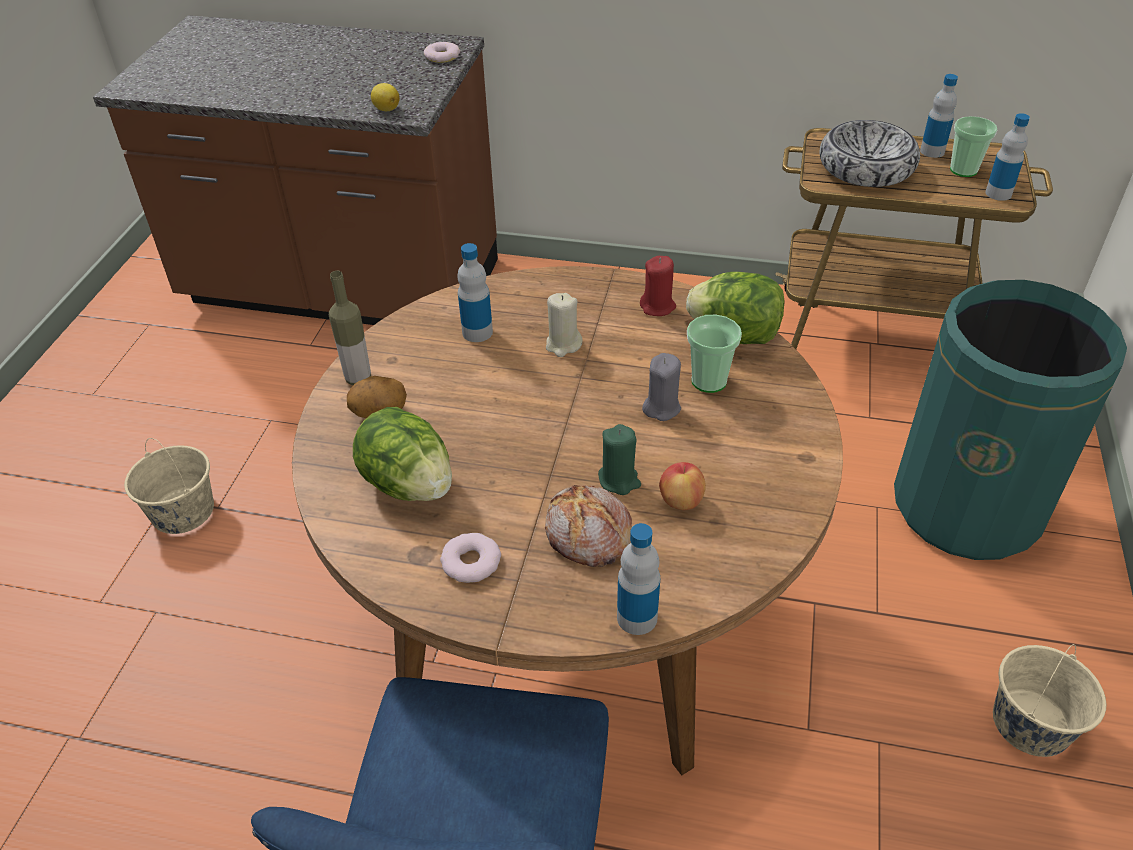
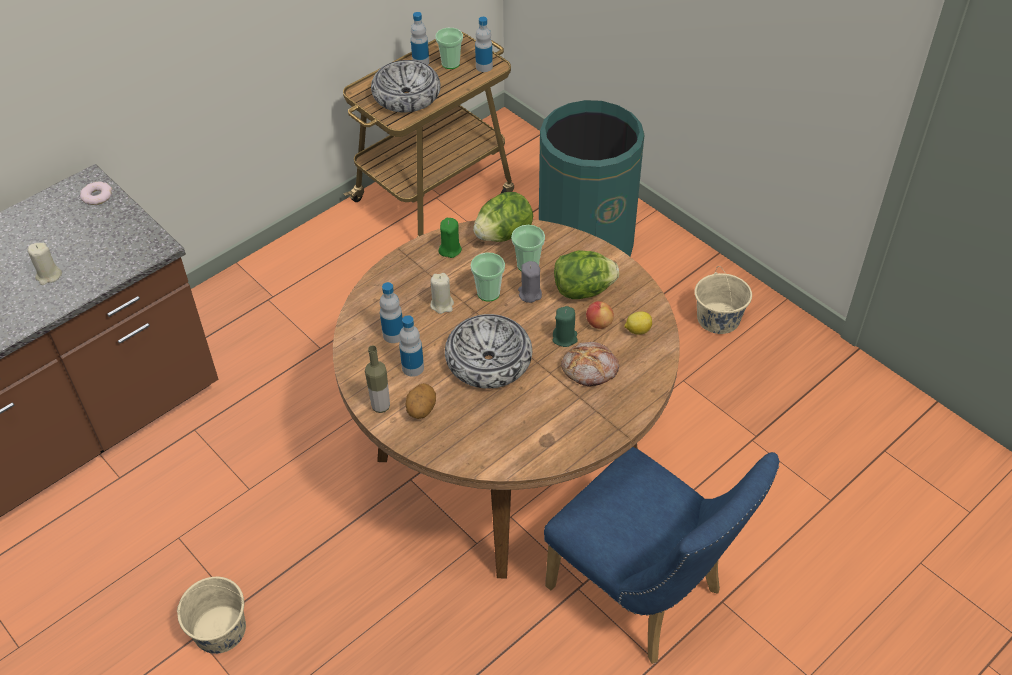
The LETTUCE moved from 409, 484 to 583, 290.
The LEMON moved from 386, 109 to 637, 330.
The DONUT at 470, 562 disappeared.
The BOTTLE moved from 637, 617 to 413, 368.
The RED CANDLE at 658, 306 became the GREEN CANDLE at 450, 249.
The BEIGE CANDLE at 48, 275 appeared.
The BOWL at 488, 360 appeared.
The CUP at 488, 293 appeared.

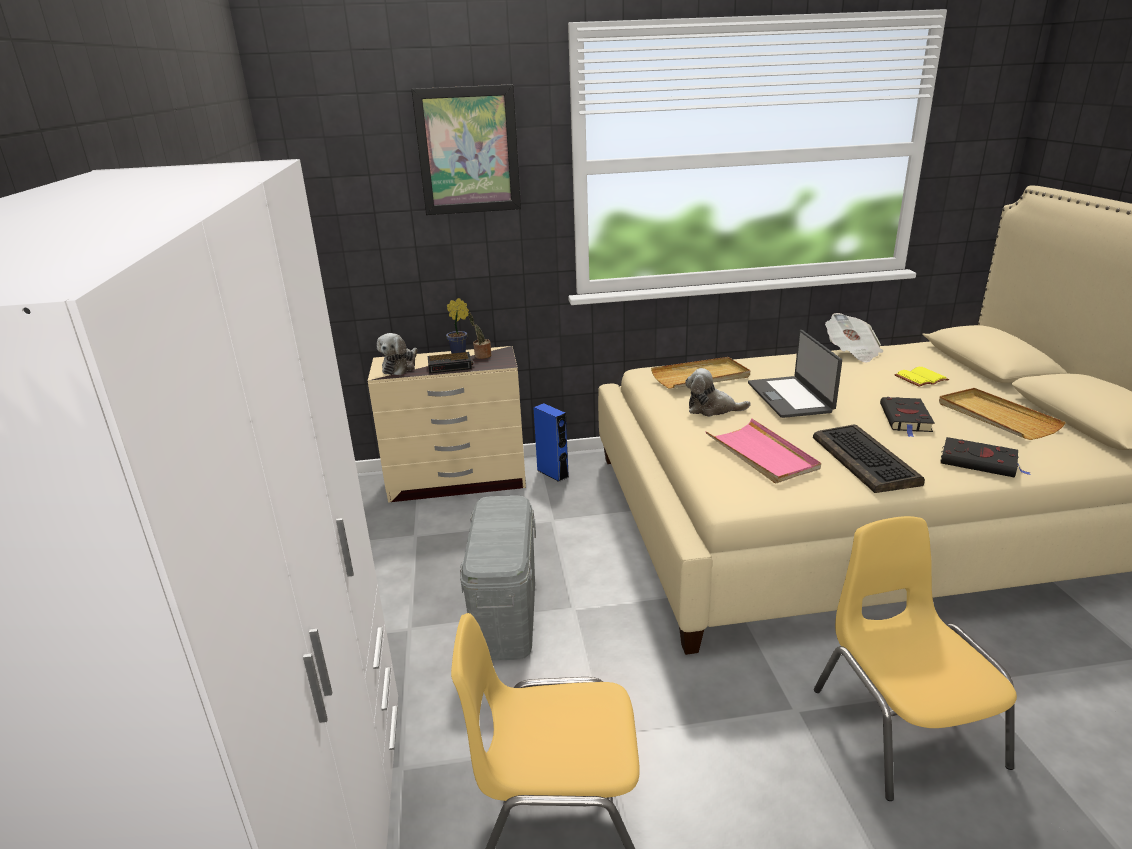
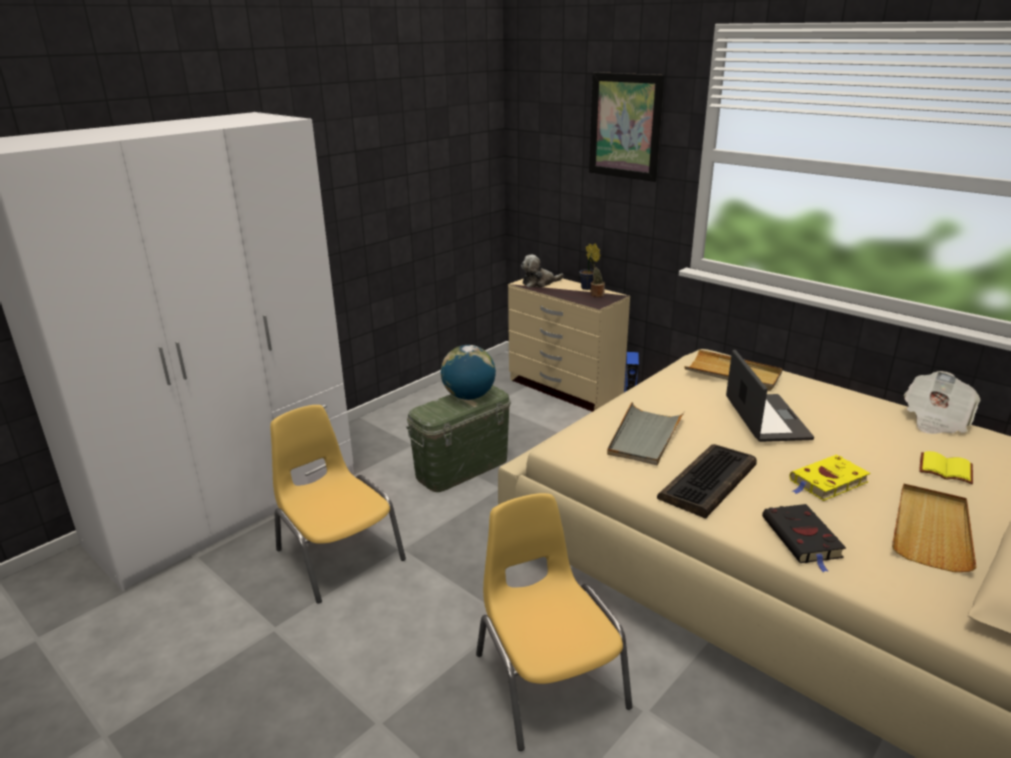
The ALARM CLOCK at 451, 366 disappeared.
The GREY STORAGE BOX at 505, 615 became the GREEN STORAGE BOX at 462, 468.
The PLUSH TOY at 712, 409 disappeared.
The PINK TRAY at 761, 454 became the GREY TRAY at 644, 437.
The LAPTOP at 790, 397 turned 135 degrees clockwise.
The YELLOW CHAIR at 903, 725 turned 60 degrees counterclockwise.
The BLACK BOOK at 906, 419 became the YELLOW BOOK at 827, 482.
The GLOBE at 469, 396 appeared.

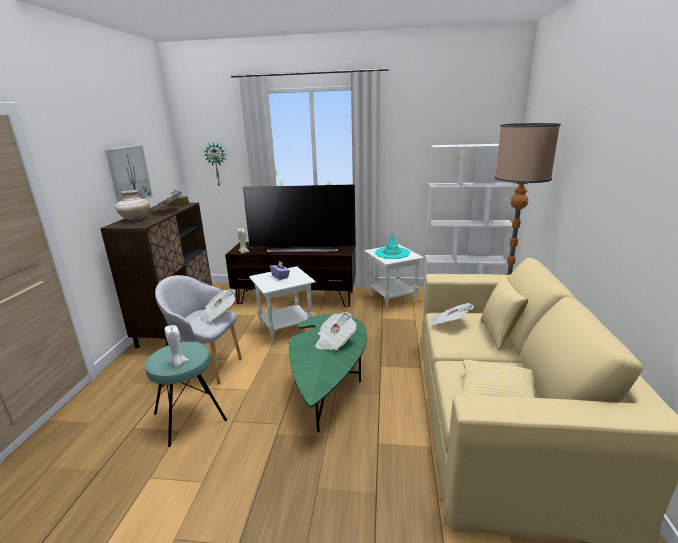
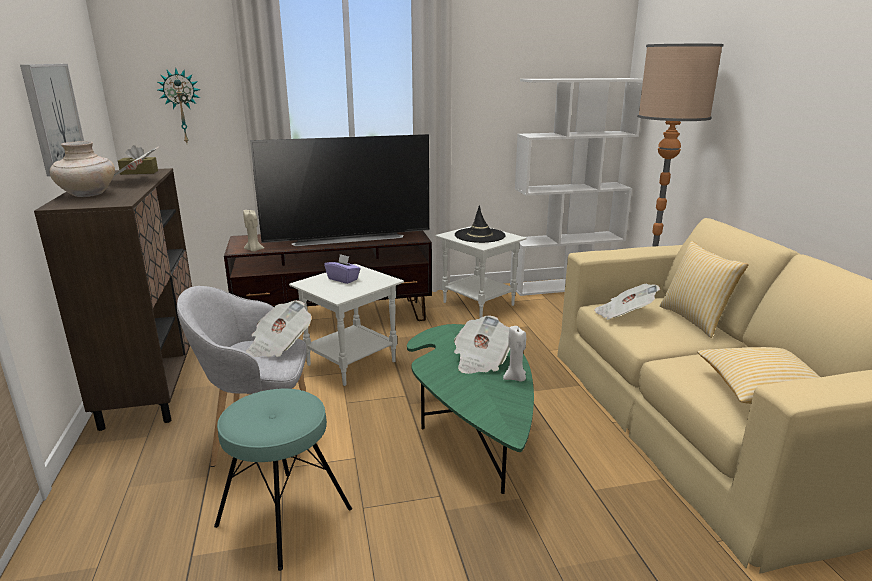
The WHITE CANDLE moved from 178, 363 to 515, 378.
The TURQUOISE HAT at 392, 253 became the BLACK HAT at 479, 235.

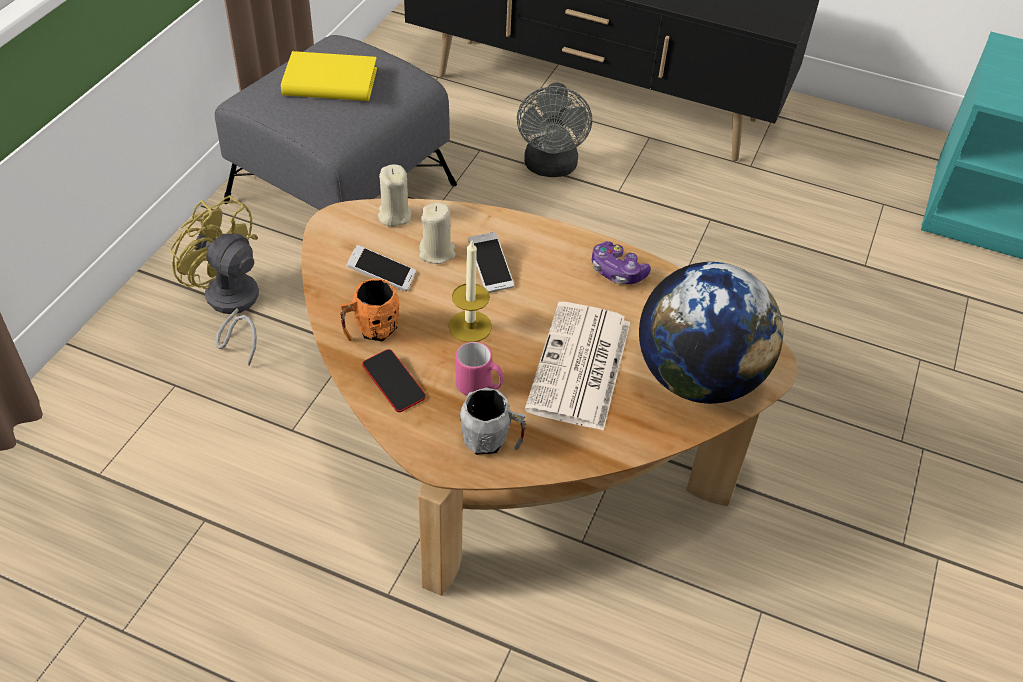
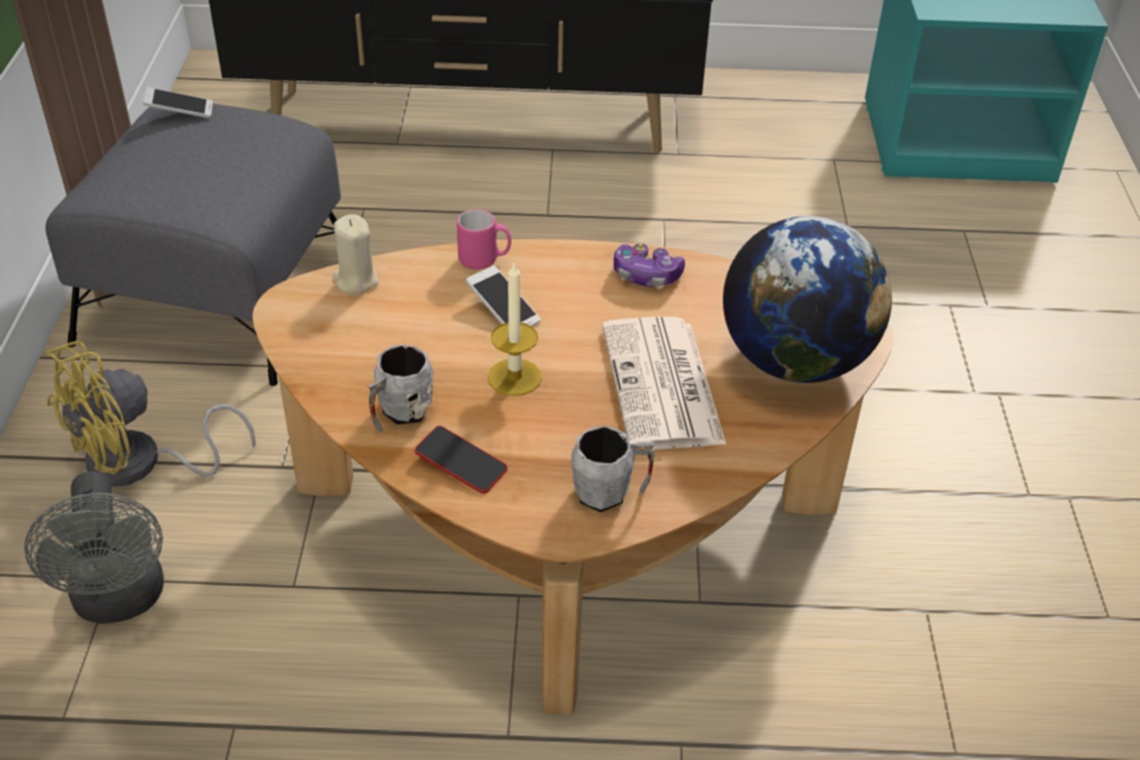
The YELLOW FAN at 231, 306 turned 60 degrees counterclockwise.
The YELLOW BOOK at 330, 82 disappeared.
The ORANGE MUG at 370, 330 became the GREY MUG at 399, 414.
The PHONE moved from 382, 275 to 180, 112.
The BEIGE CANDLE at 437, 252 disappeared.
The PINK MUG moved from 479, 387 to 484, 260.
The GREY FAN moved from 550, 168 to 120, 601.

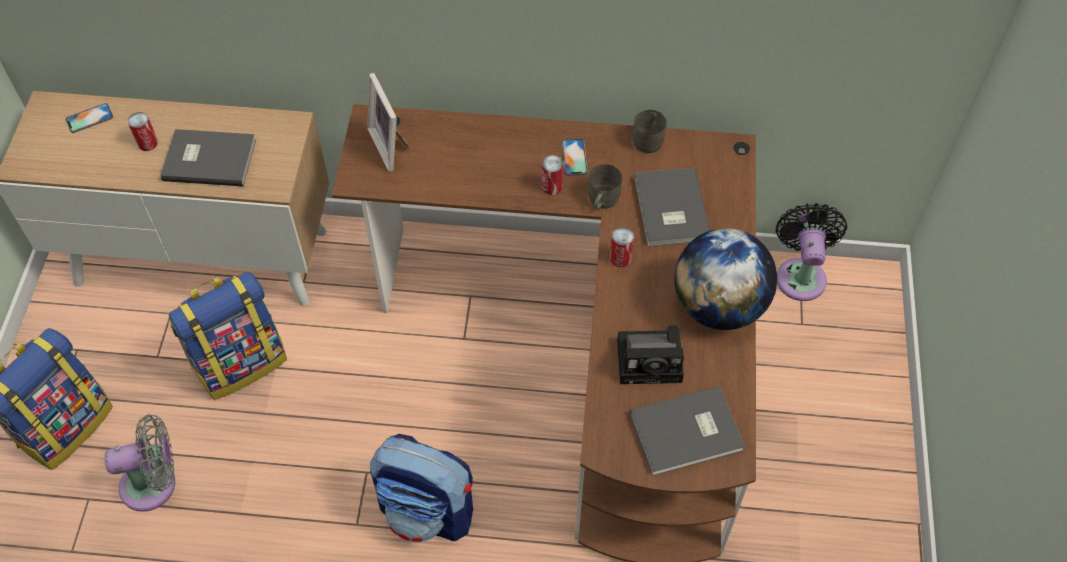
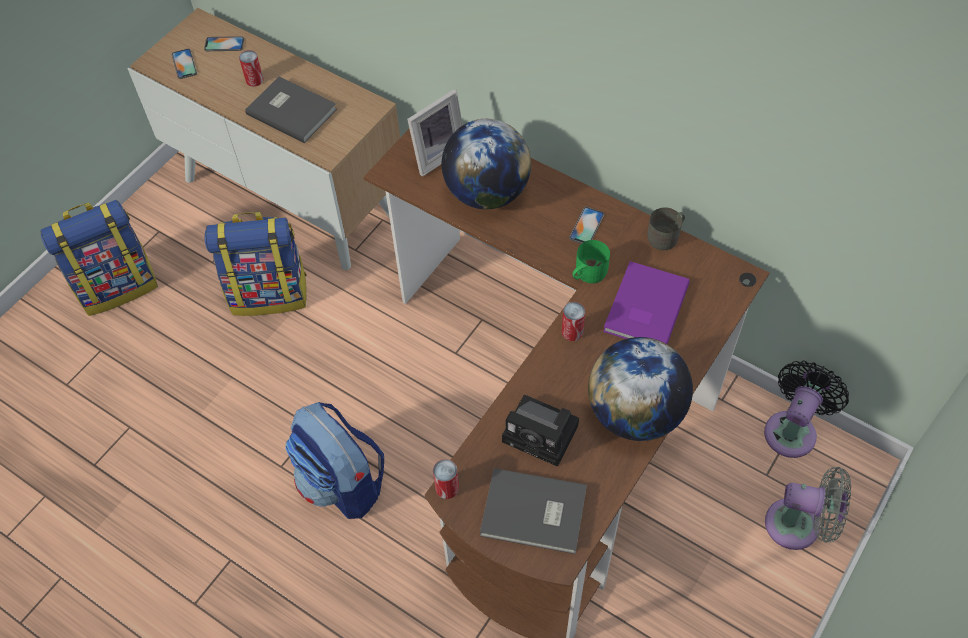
The GREY FAN moved from 154, 484 to 798, 526.
The PICTURE FRAME at 391, 145 turned 135 degrees counterclockwise.
The CAN moved from 552, 186 to 447, 488.
The GREY MUG at 601, 200 became the GREEN MUG at 587, 273.
The GREY BOOK at 669, 210 became the PURPLE BOOK at 643, 308.
The PHONE at 184, 64 appeared.
The GLOBE at 487, 193 appeared.

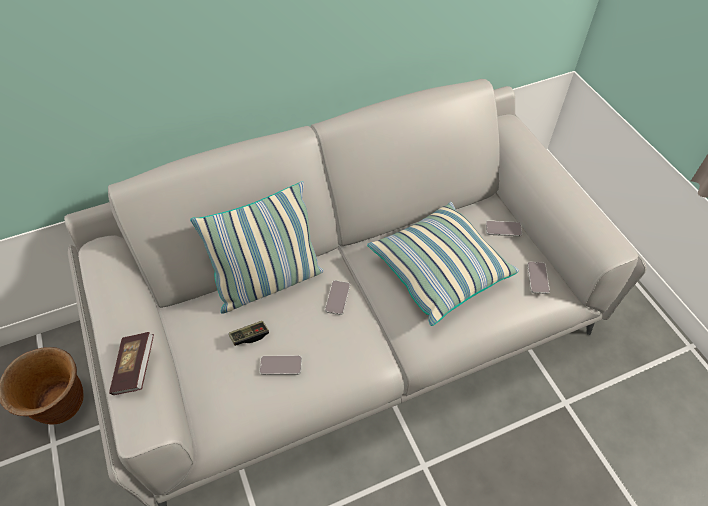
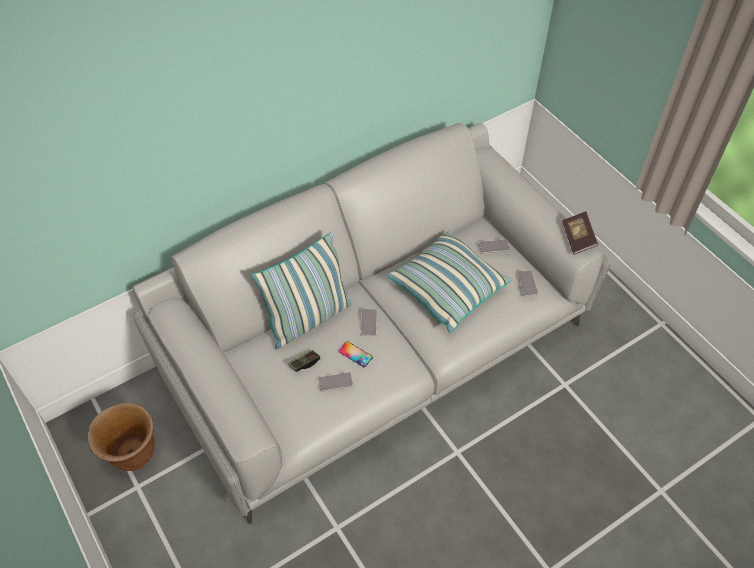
The BOOK moved from 135, 369 to 578, 238.
The PHONE at 355, 354 appeared.

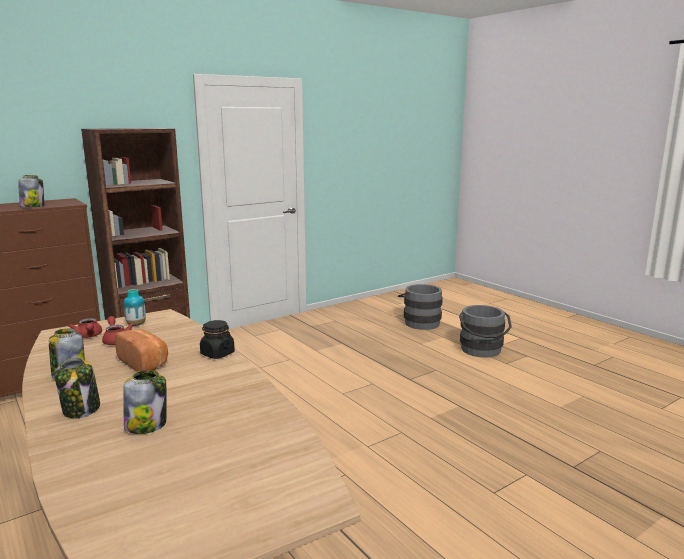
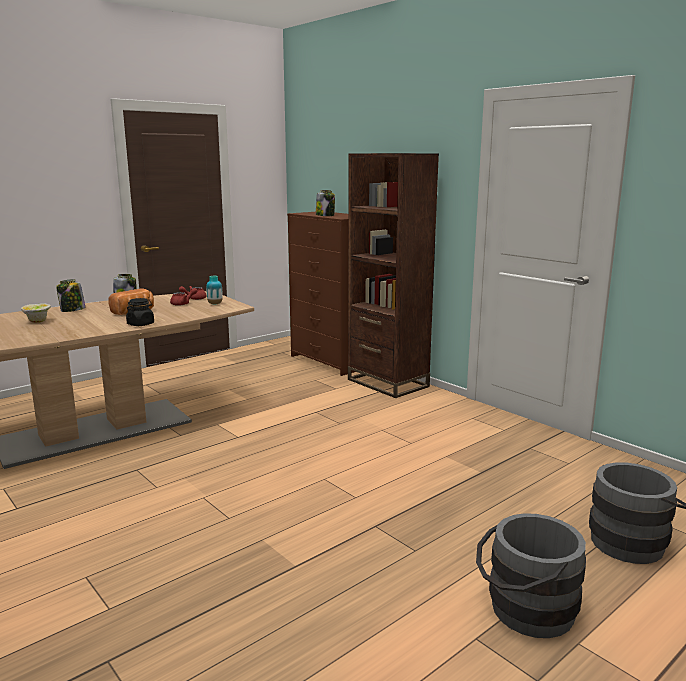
The JAR at 147, 424 was replaced by the BOWL at 38, 321.

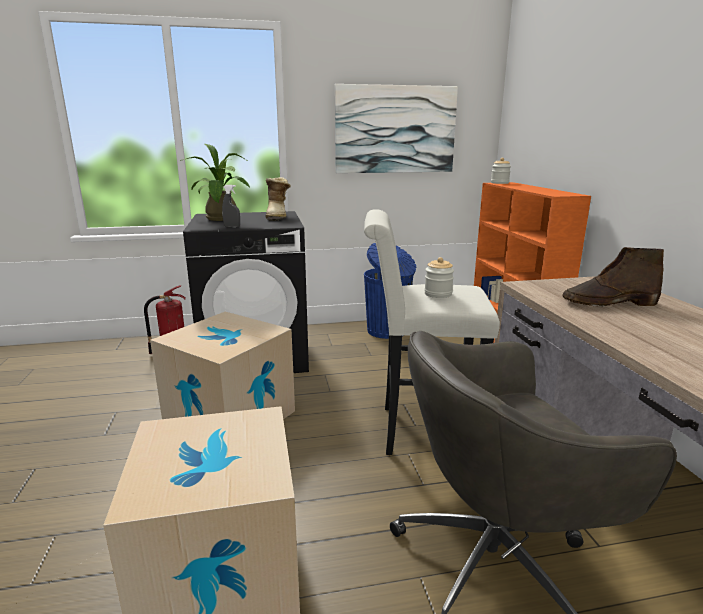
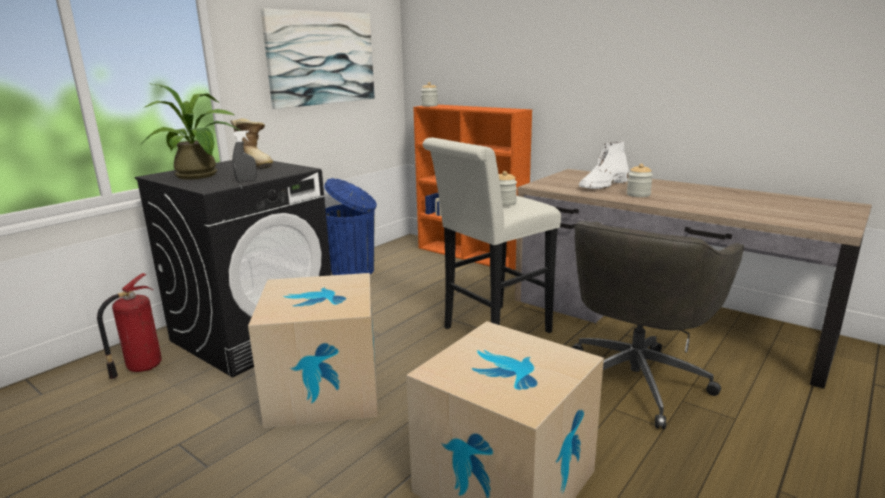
The BROWN BOOT at 608, 303 became the WHITE BOOT at 603, 185.
The JAR at 638, 194 appeared.

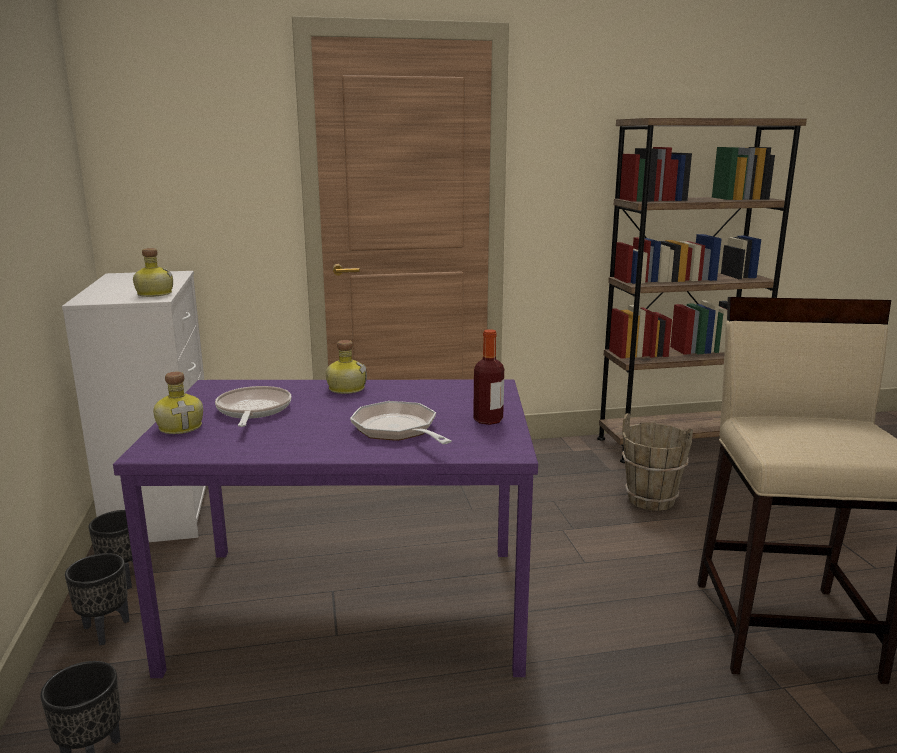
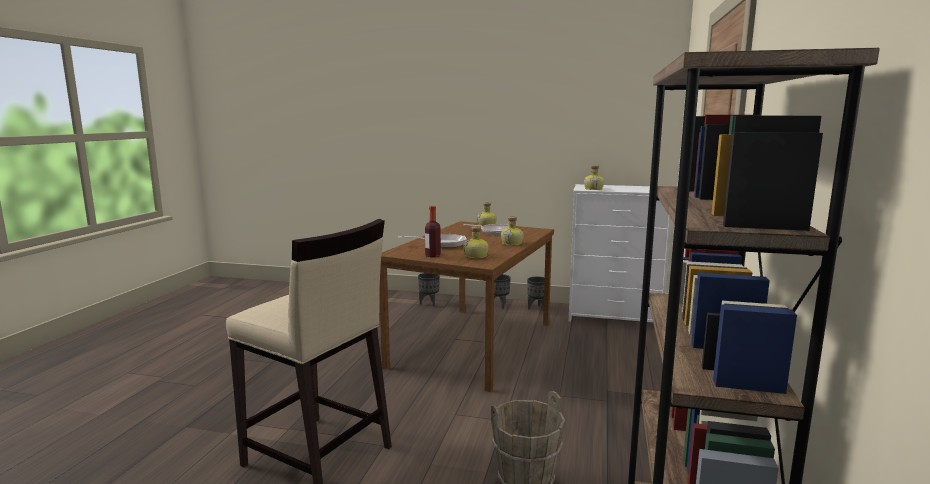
The PURPLE DINING TABLE at 349, 608 became the BROWN DINING TABLE at 472, 343.
The BOTTLE at 476, 256 appeared.

